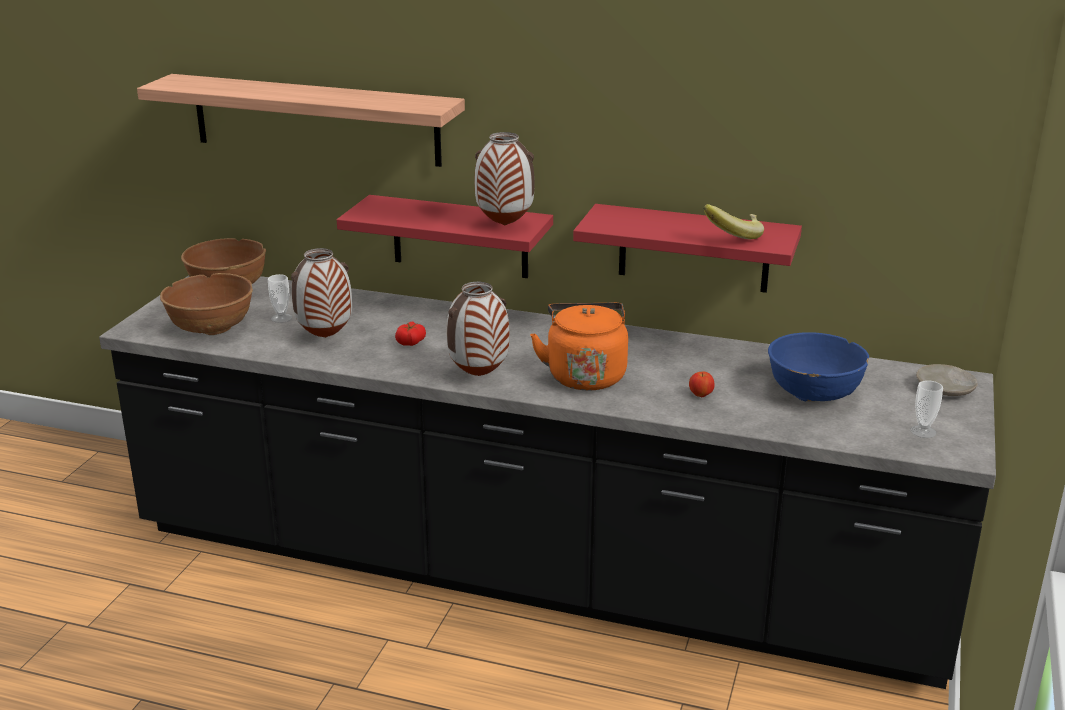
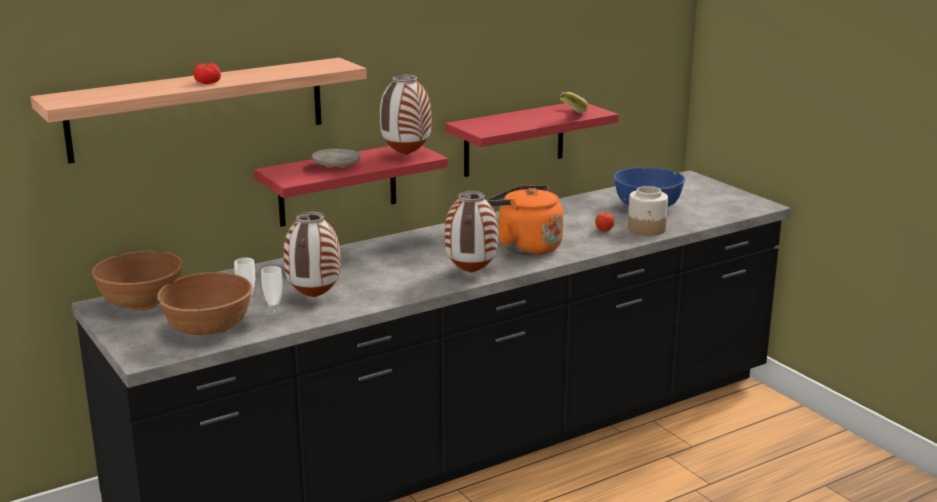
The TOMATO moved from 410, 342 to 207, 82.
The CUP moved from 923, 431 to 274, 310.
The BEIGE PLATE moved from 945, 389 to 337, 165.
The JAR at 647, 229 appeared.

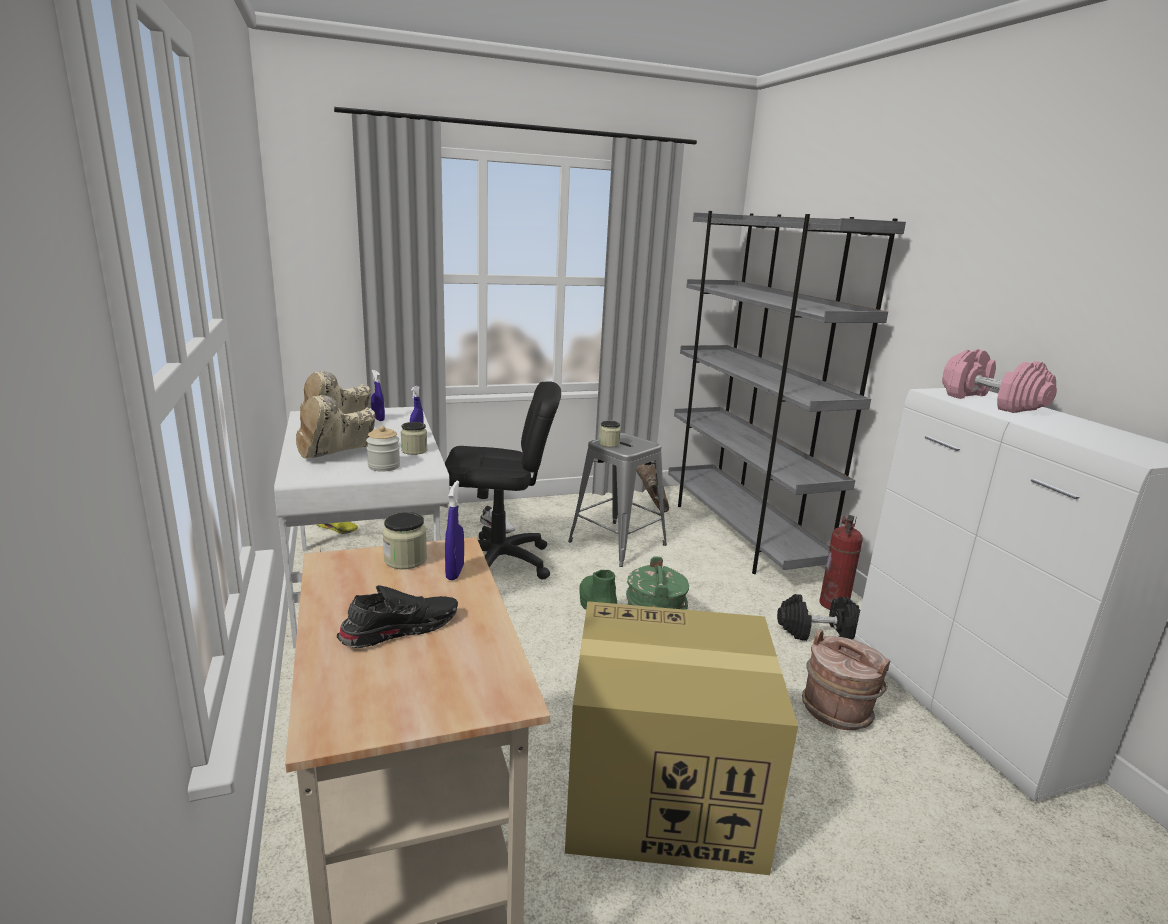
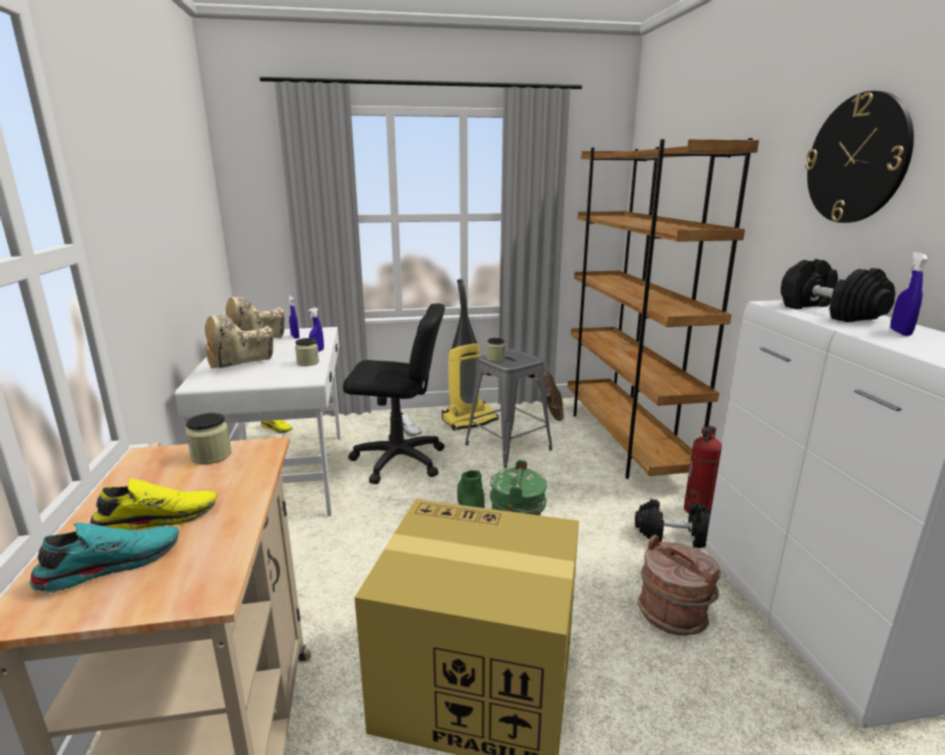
The BLACK SHOE at 399, 628 became the YELLOW SHOE at 158, 519.
The JAR at 384, 466 disappeared.
The BLUE SPRAY BOTTLE moved from 455, 572 to 900, 332.
The GREY BOOKCASE at 740, 534 became the BROWN BOOKCASE at 624, 441.
The PINK DUMBBELL at 992, 402 became the BLACK DUMBBELL at 830, 312.
The TURQUOISE SHOE at 111, 564 appeared.
The VACUUM CLEANER at 469, 420 appeared.
The WALL CLOCK at 857, 159 appeared.

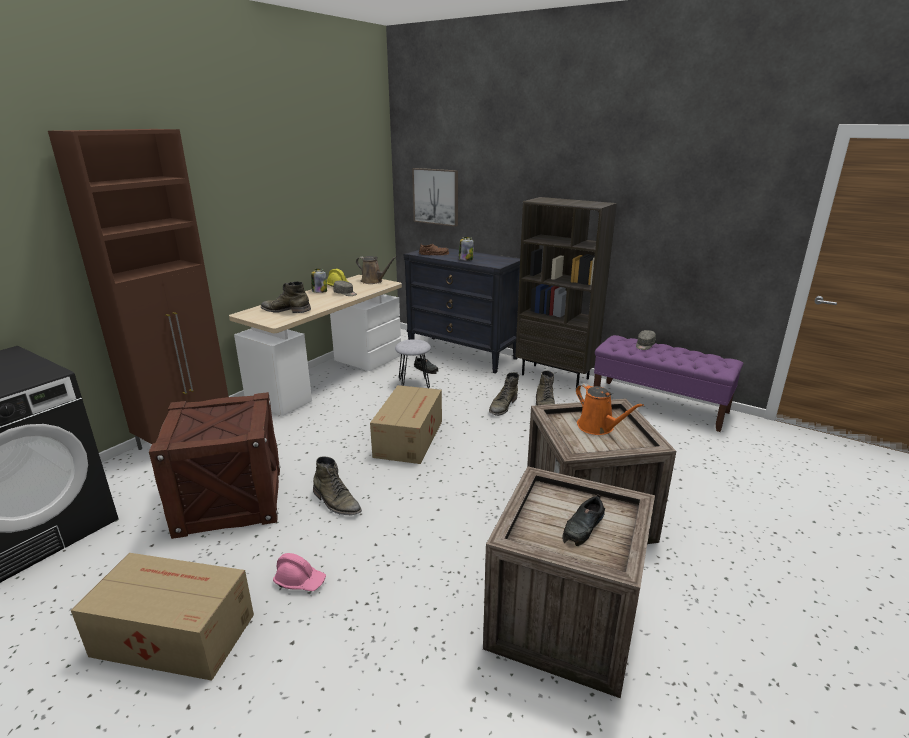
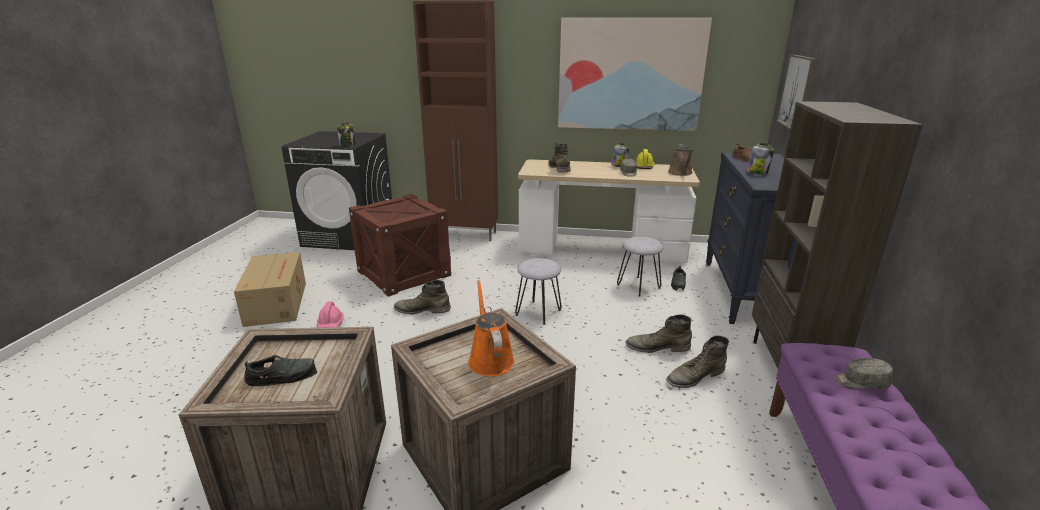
The GREEN BOOT at 336, 502 turned 75 degrees clockwise.
The CARDBOARD BOX at 410, 438 was replaced by the GREY STOOL at 538, 312.
The BLACK SHOE at 583, 527 turned 150 degrees clockwise.
The ORANGE WATERING CAN at 598, 427 turned 135 degrees clockwise.
The JAR at 348, 145 appeared.
The PICTURE at 630, 75 appeared.

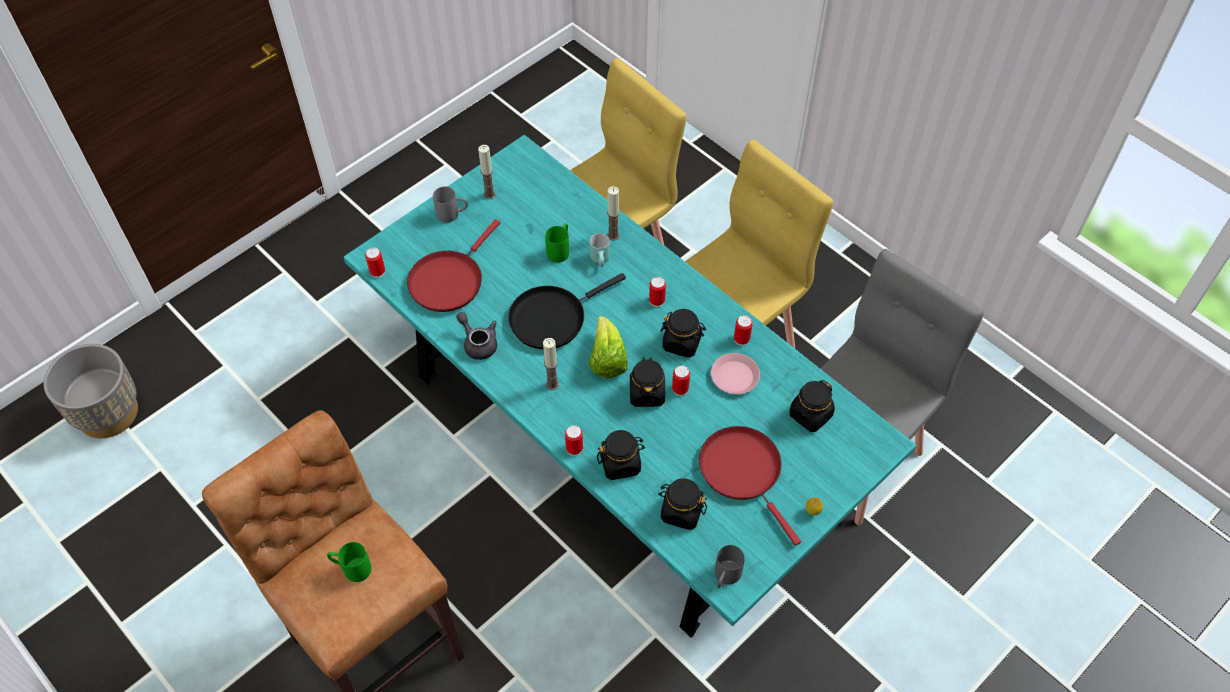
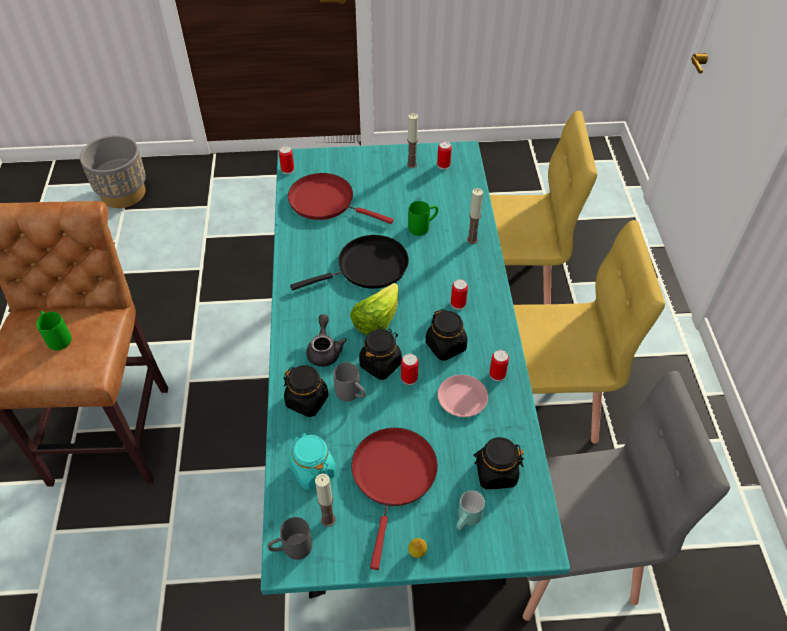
The RED FRYING PAN at 448, 280 turned 45 degrees clockwise.
The GREY MUG moved from 452, 214 to 352, 395.
The GREY TEAPOT moved from 478, 343 to 324, 350.
The BLACK FRYING PAN at 551, 318 turned 150 degrees clockwise.
The CANDLE moved from 552, 384 to 328, 519.
The CAN moved from 574, 448 to 443, 165.
The TURQUOISE MUG moved from 601, 260 to 468, 521.
The BLACK JAR at 681, 512 became the TURQUOISE JAR at 313, 470.

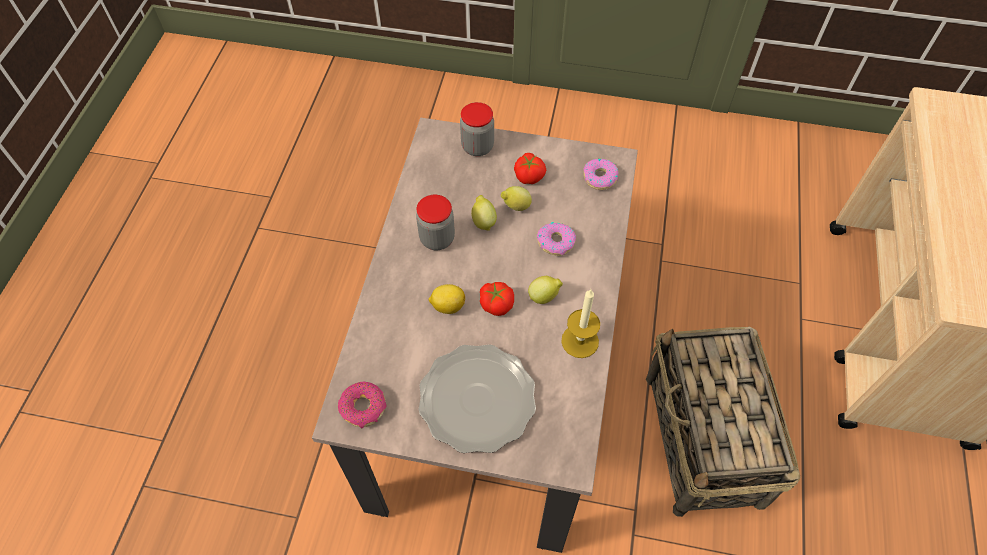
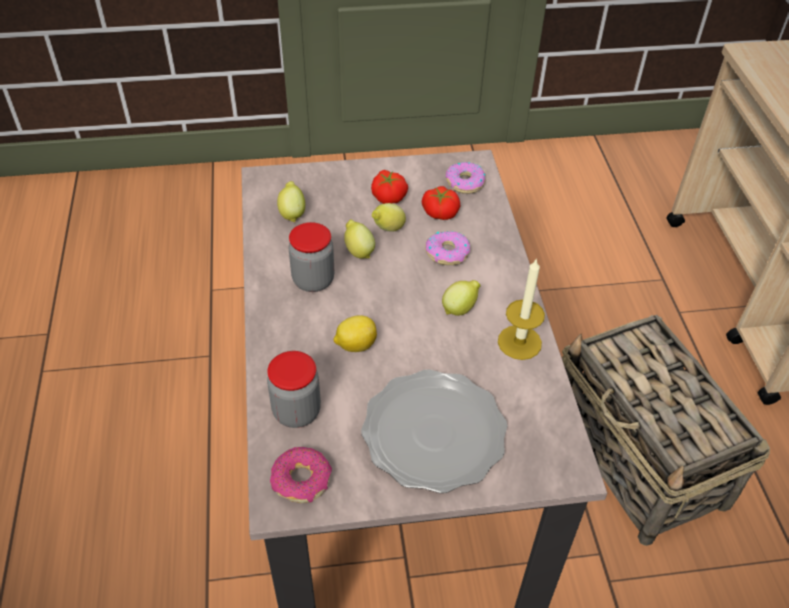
The JAR moved from 477, 147 to 296, 412.
The TOMATO moved from 496, 303 to 440, 212.
The LEMON at 292, 213 appeared.

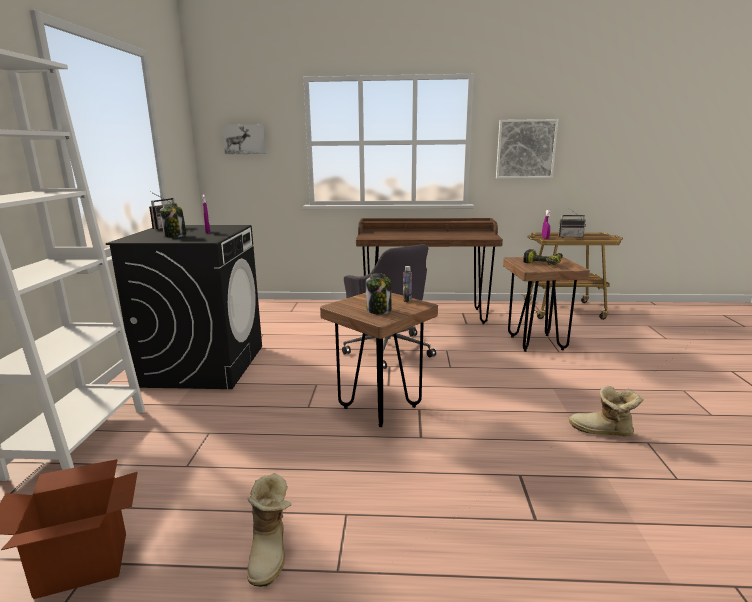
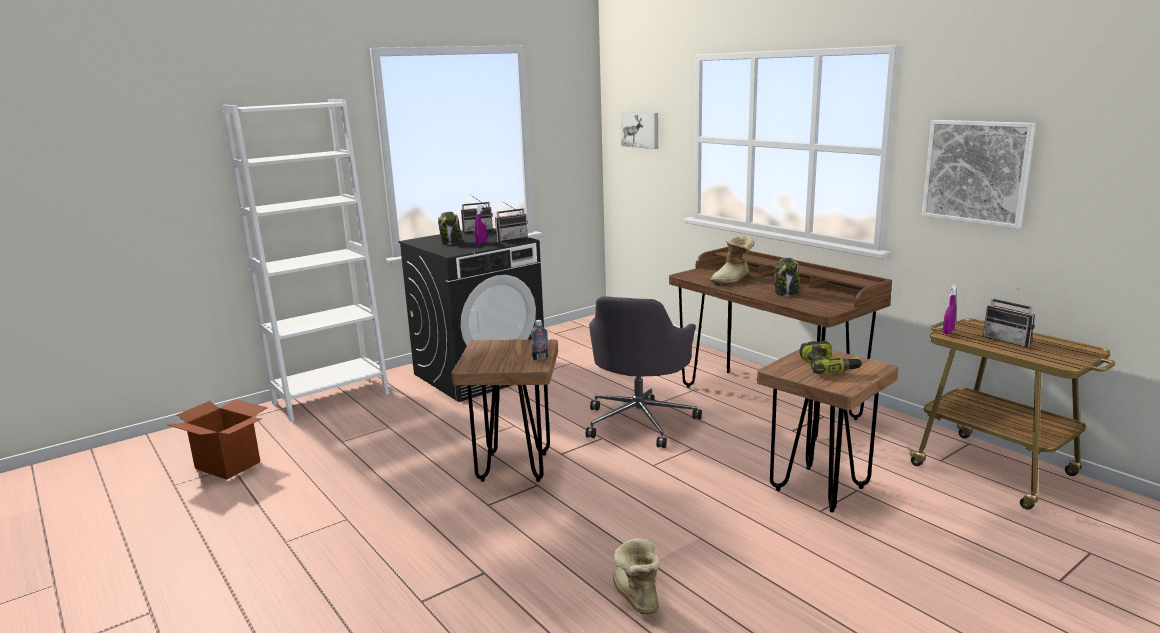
The BOOT moved from 271, 552 to 733, 280.
The JAR moved from 379, 310 to 786, 293.
The RADIO at 511, 239 appeared.

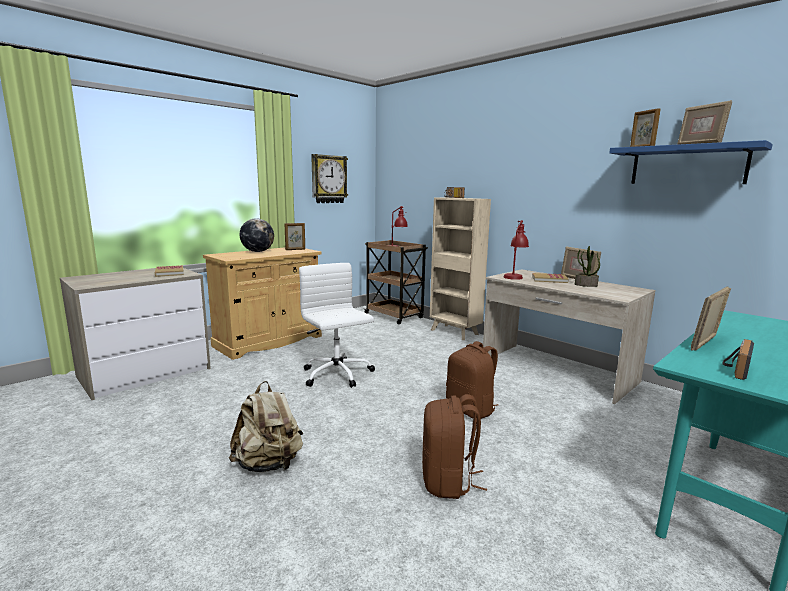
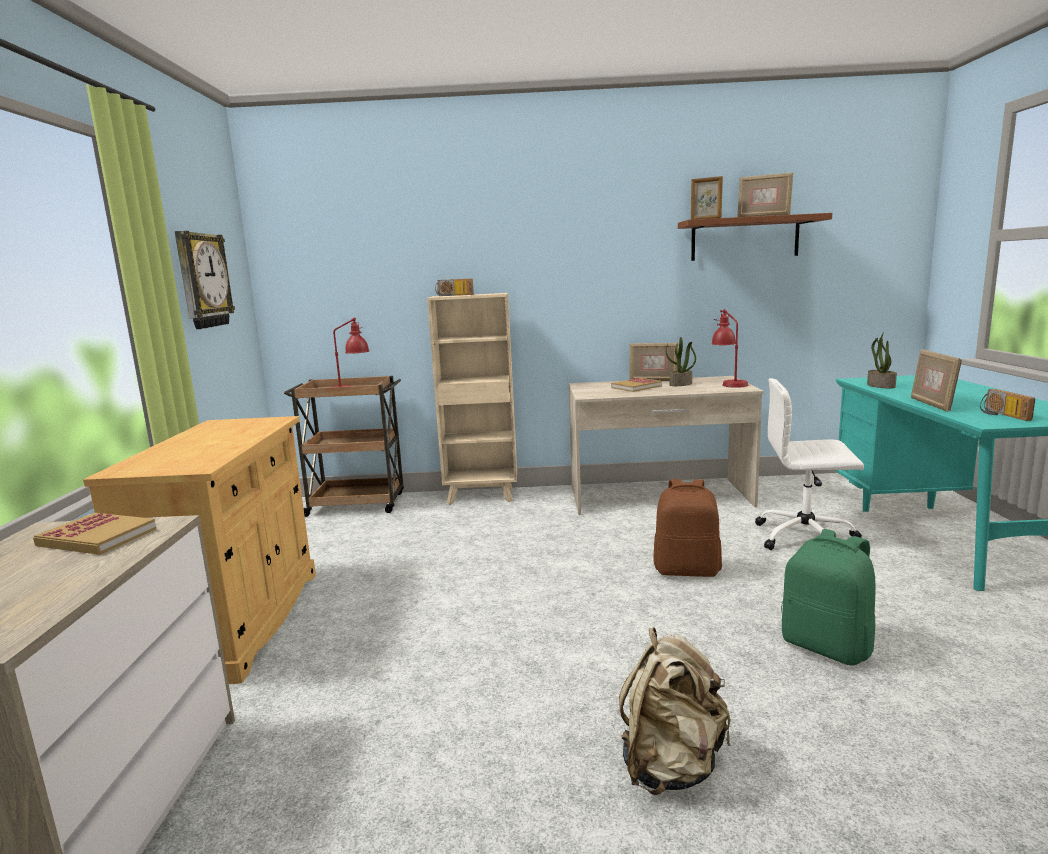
The GLOBE at 257, 251 disappeared.
The PICTURE FRAME at 295, 249 disappeared.
The WHITE OFFICE CHAIR moved from 337, 375 to 806, 538.
The BROWN BACKPACK at 448, 482 became the GREEN BACKPACK at 827, 646.
The RED TABLE LAMP moved from 514, 276 to 728, 383.
The BLUE SHELF at 687, 165 became the BROWN SHELF at 744, 239.
The POTTED PLANT at 880, 386 appeared.

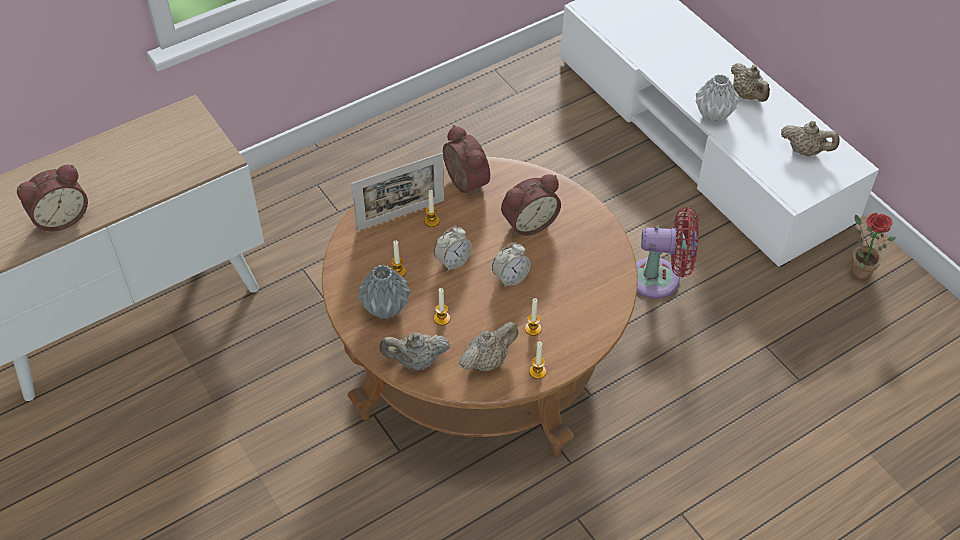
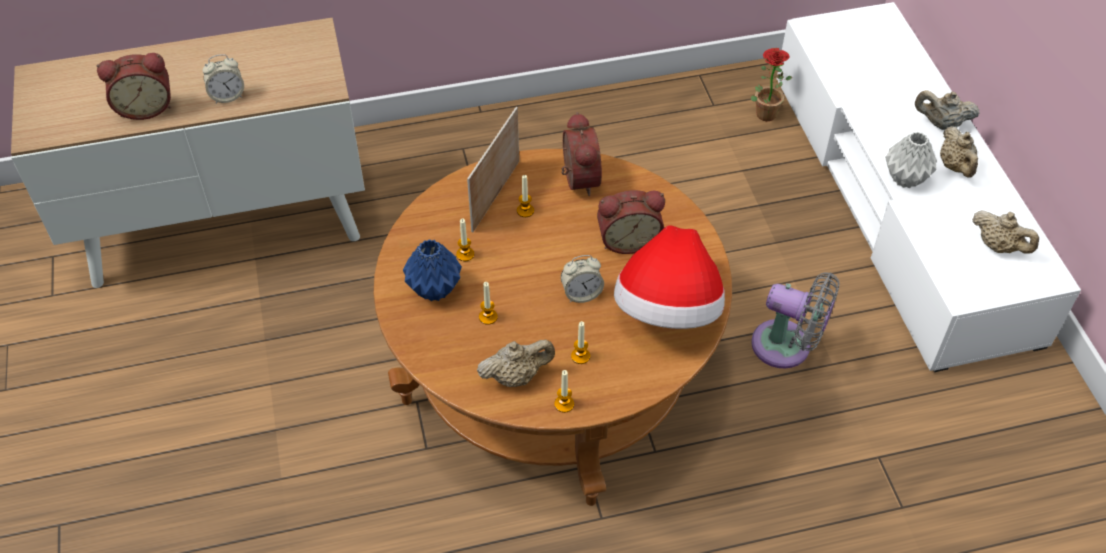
The PICTURE FRAME at 400, 215 turned 120 degrees clockwise.
The GREY VASE at 385, 309 became the BLUE VASE at 434, 290.
The BEIGE TEAPOT moved from 415, 361 to 941, 124.
The ALARM CLOCK moved from 453, 261 to 227, 96.
The RED FAN at 660, 279 became the GREY FAN at 787, 347.
The POTTED PLANT moved from 857, 270 to 763, 111.
The HAT at 668, 310 appeared.

